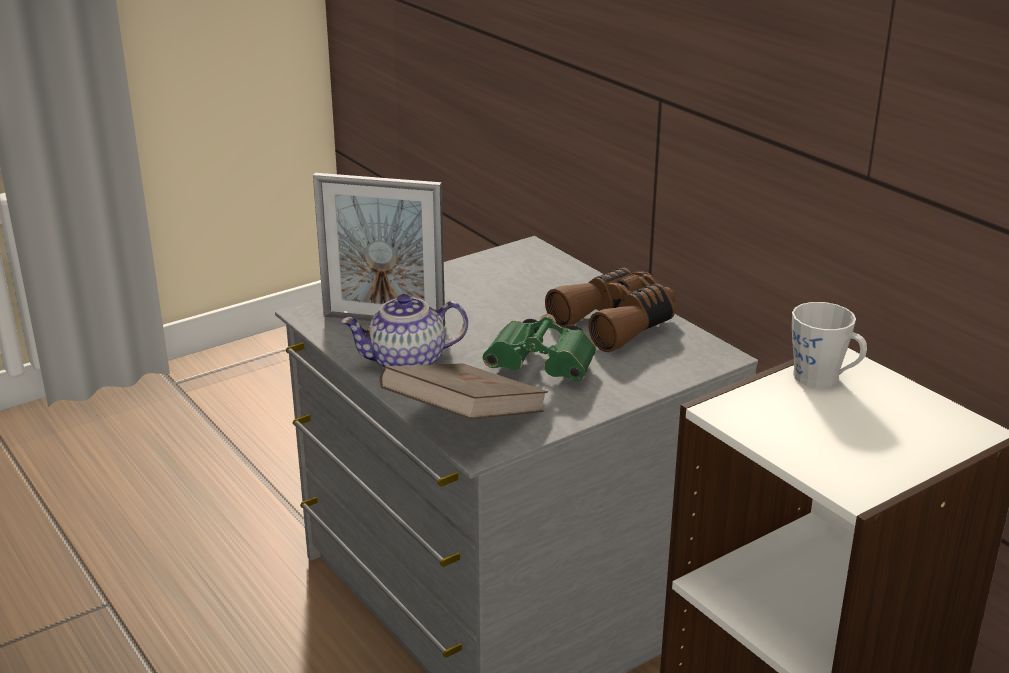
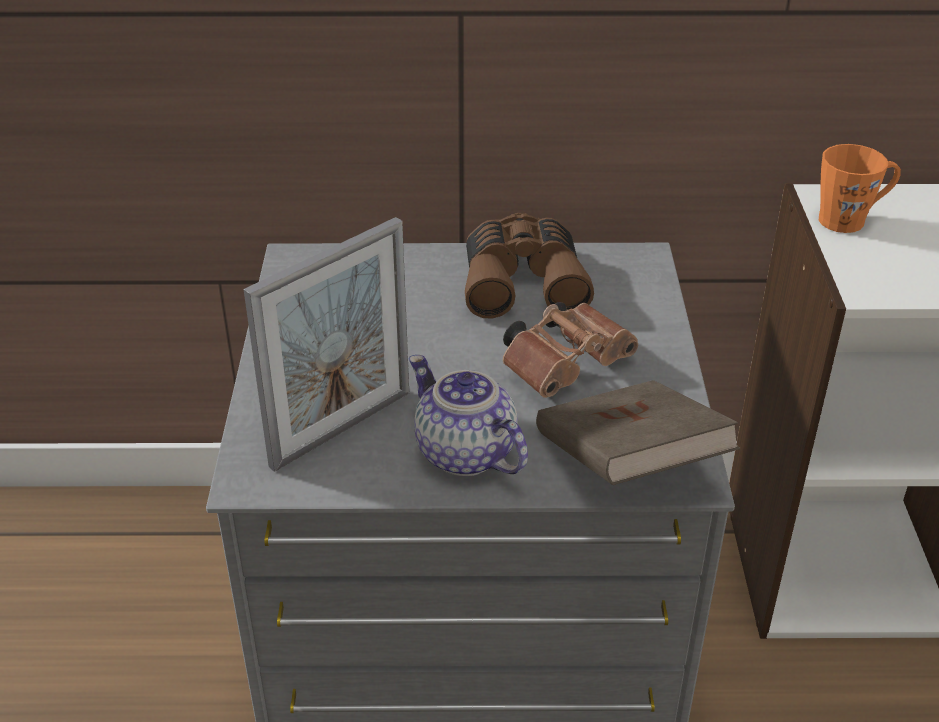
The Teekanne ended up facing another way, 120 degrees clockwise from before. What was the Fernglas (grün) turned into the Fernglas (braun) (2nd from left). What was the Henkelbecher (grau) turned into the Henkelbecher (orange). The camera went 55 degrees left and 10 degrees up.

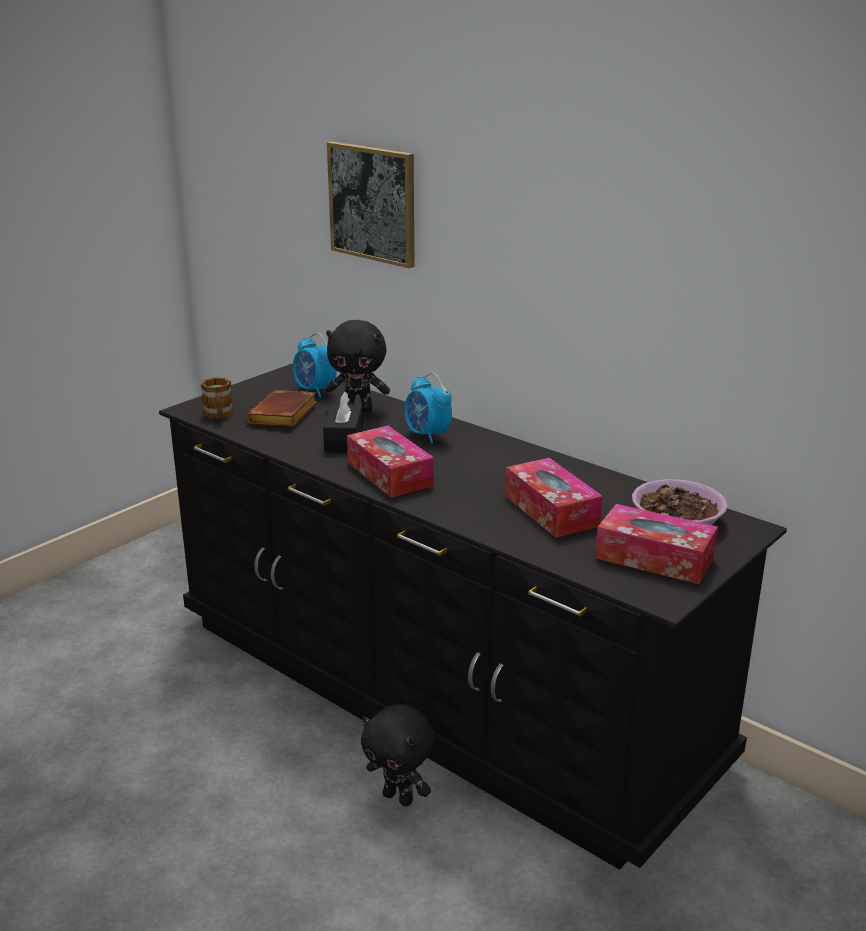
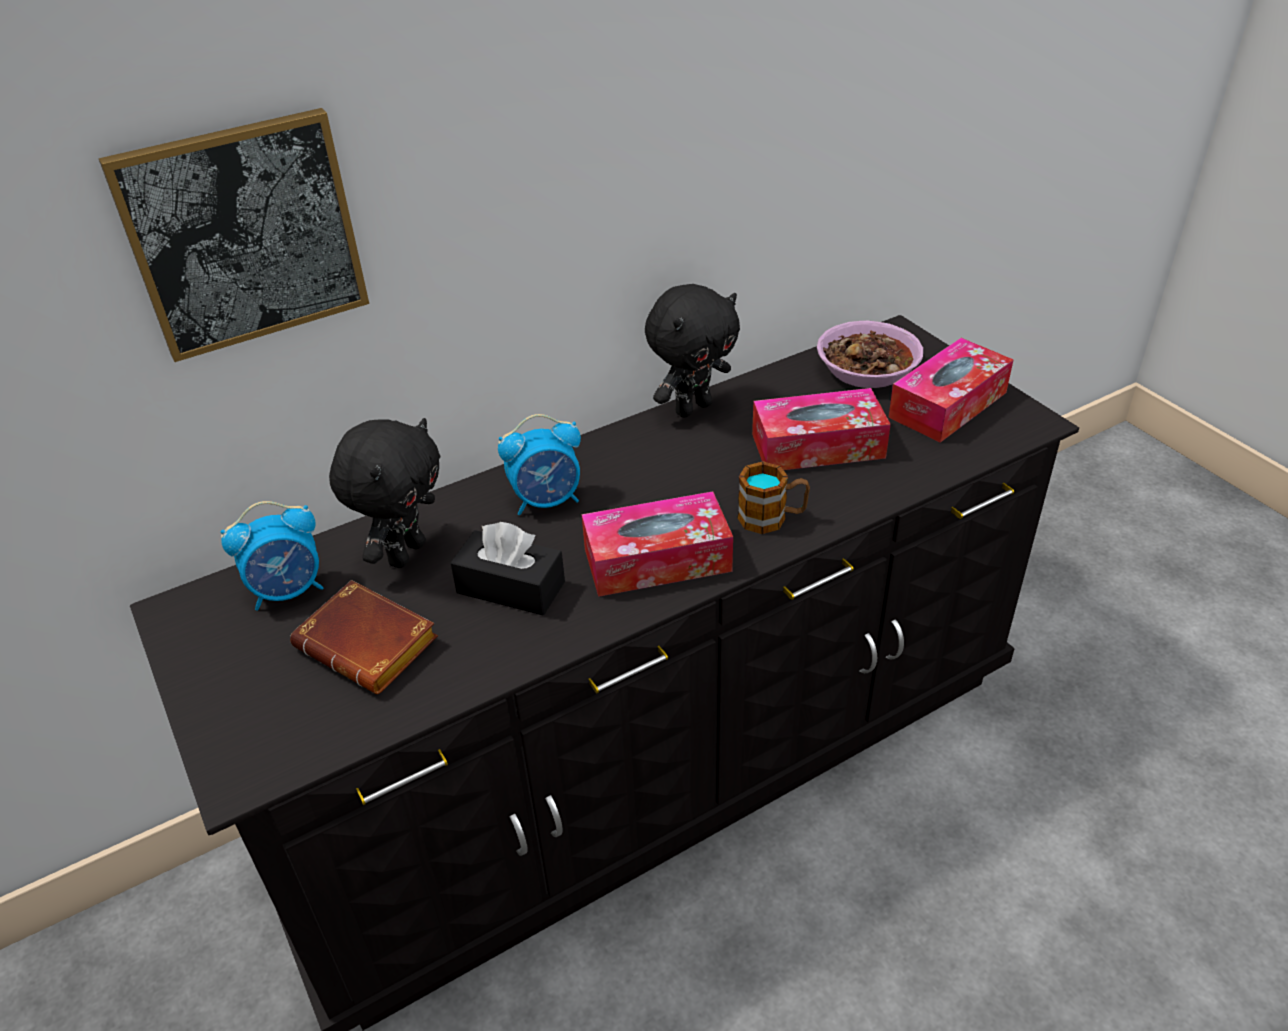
The Henkelbecher ended up elsewhere. The Plüschtier (schwarz) (2nd from left) ended up elsewhere. The camera went 70 degrees left and 15 degrees up.

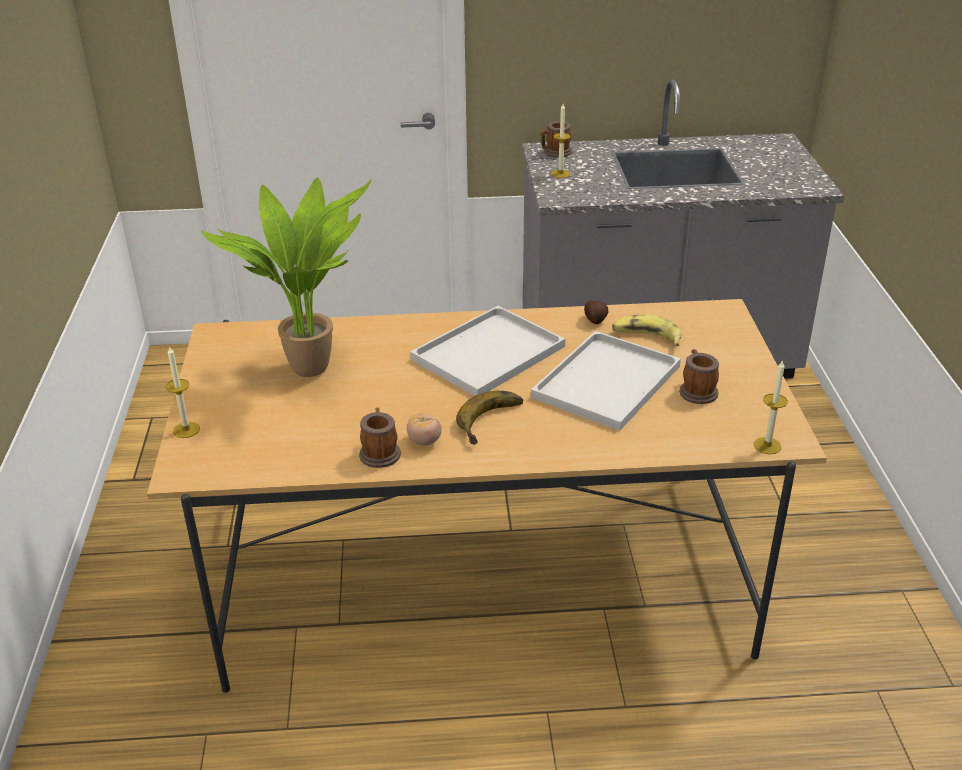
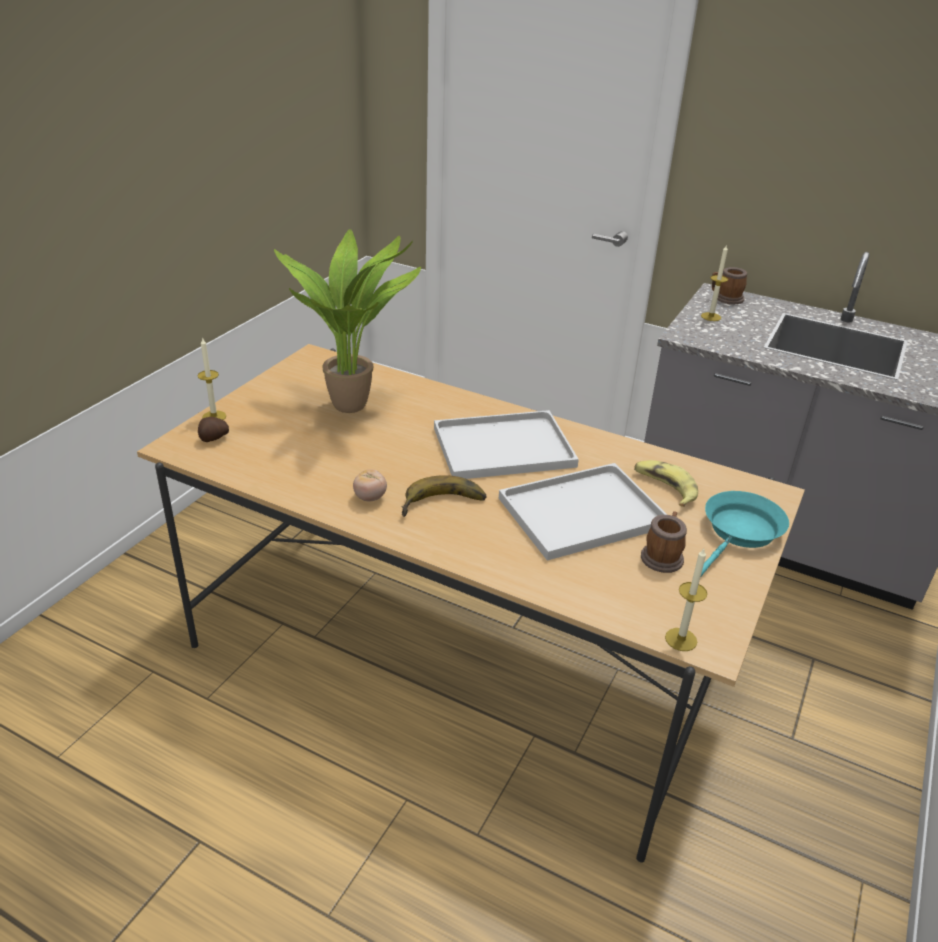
The second view lost the Henkelbecher (1st from left). The Kartoffel ended up elsewhere. The second view gained the Pfanne (türkis). The camera went 30 degrees right and 0 degrees up.

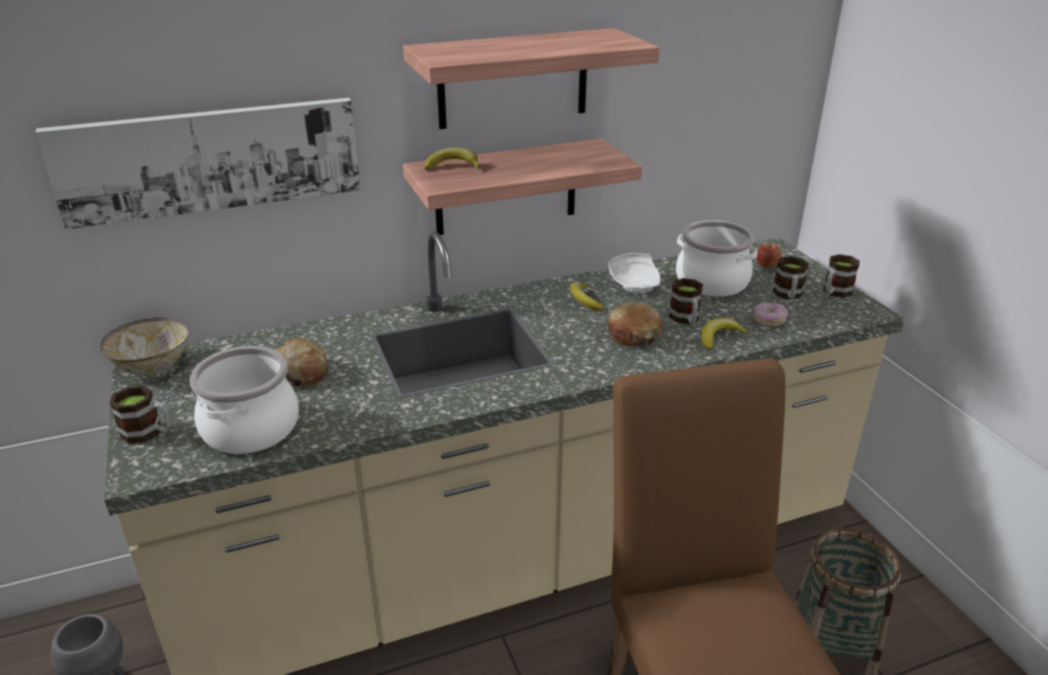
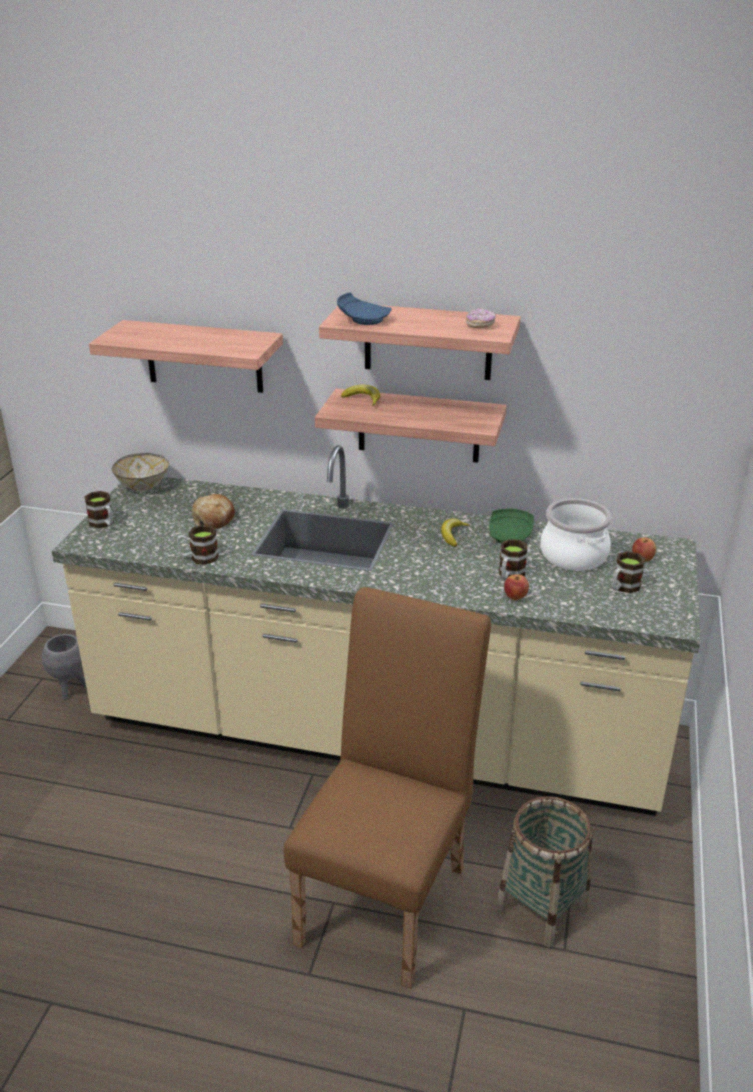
Where the Bild hung, the Wandregal (1st from left) came to hang. The second view lost the Kochtopf (1st from left). What was the Teller (weiß) turned into the Teller (grün). The second view lost the Brot (2nd from left). Where the Banane (3rd from left) stood, the Apfel (1st from left) came to stand. The Donut ended up elsewhere. The Henkelbecher (4th from left in the first image) ended up elsewhere. The second view gained the Teller (blau). The camera went 35 degrees right and 0 degrees up.

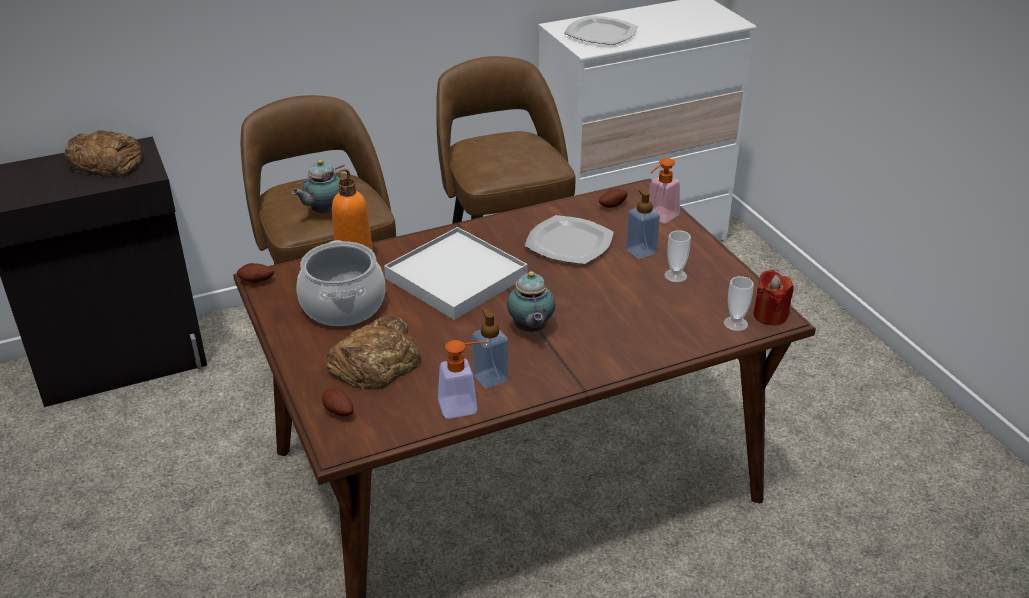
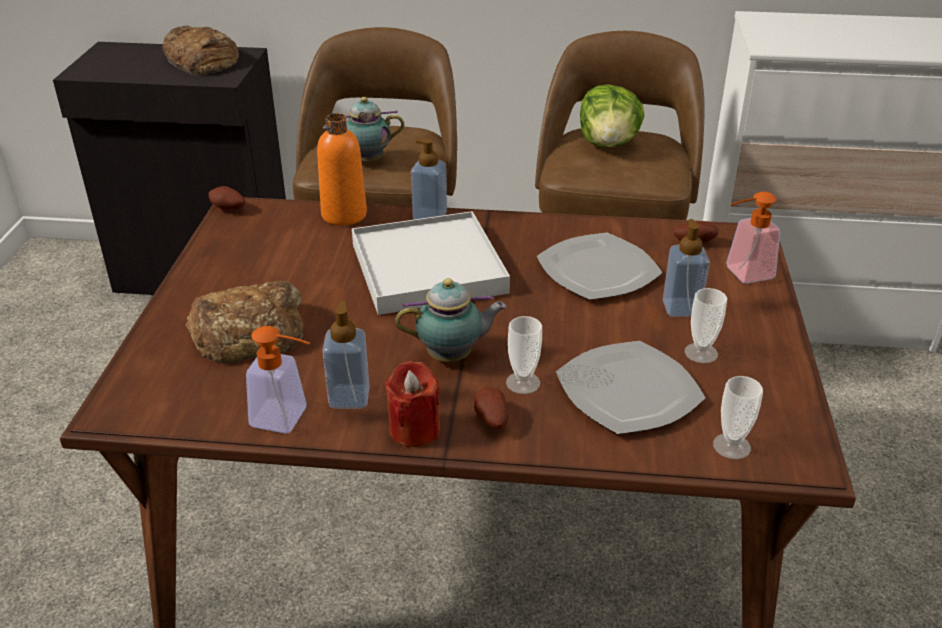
The second view lost the Kochtopf. The Kartoffel (2nd from left) ended up elsewhere. The Teekanne (2nd from left) ended up facing another way, 120 degrees counterclockwise from before. The Teller (2nd from left) ended up elsewhere. The Kerze (rot) ended up elsewhere. The second view gained the Seifenspender (3rd from left). The second view gained the Tasse (1st from left). The second view gained the Salatkopf. The camera went 30 degrees right and 0 degrees up.

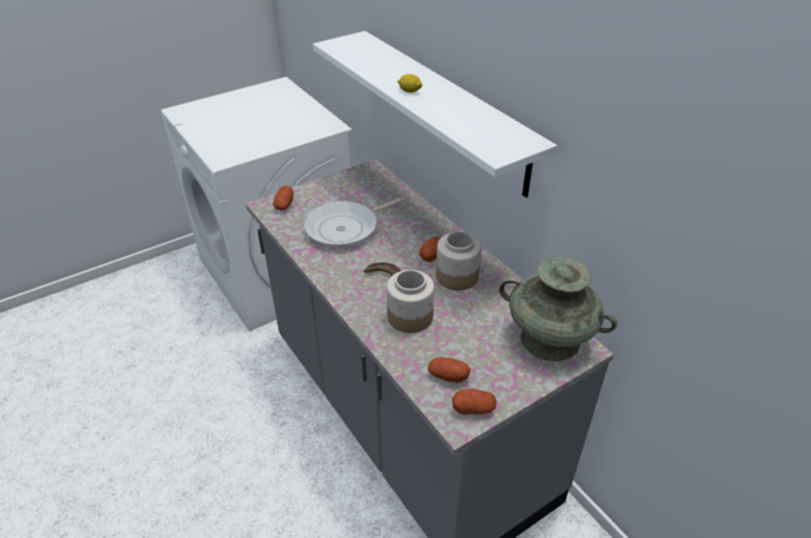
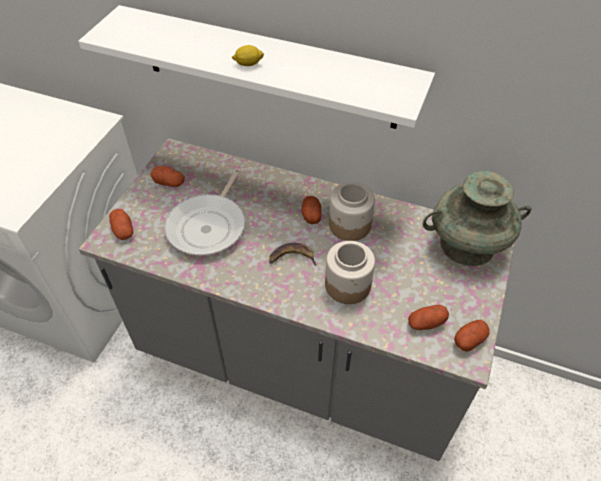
The second view gained the Kartoffel (2nd from left). The camera went 35 degrees left and 10 degrees up.

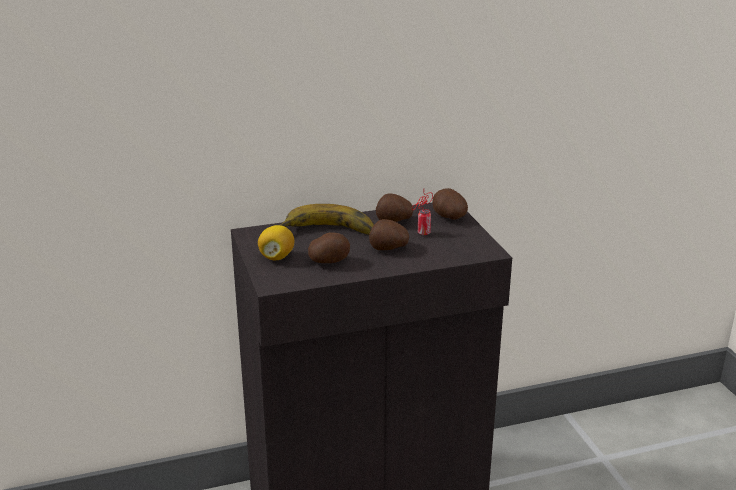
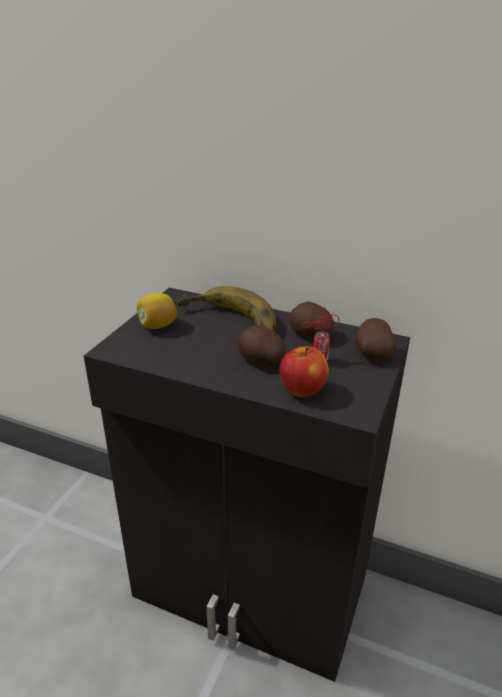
The second view lost the Kartoffel (1st from left). The second view gained the Apfel. The camera went 40 degrees right and 5 degrees up.

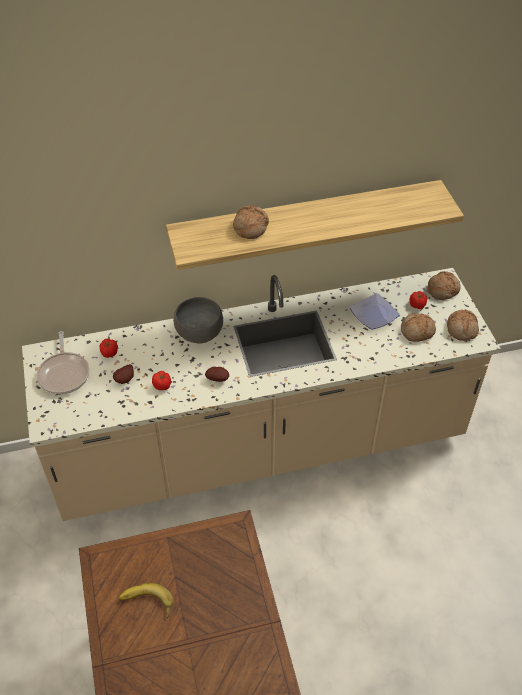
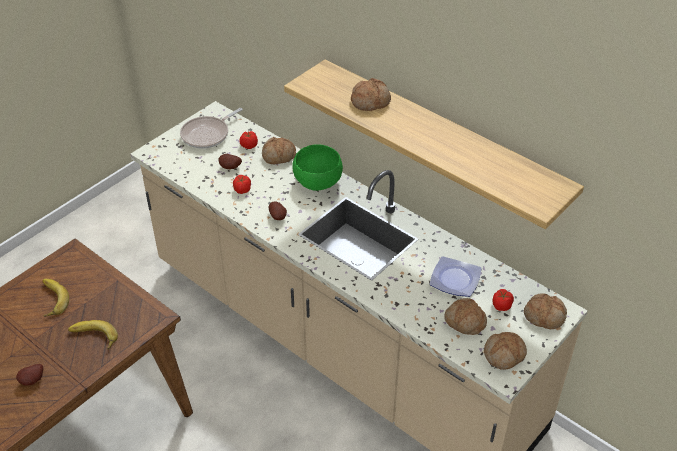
What was the Schüssel (grau) turned into the Schüssel (grün). The second view gained the Kartoffel (1st from left). The second view gained the Banane (2nd from left). The second view gained the Brot (1st from left). The camera went 55 degrees right and 5 degrees down.

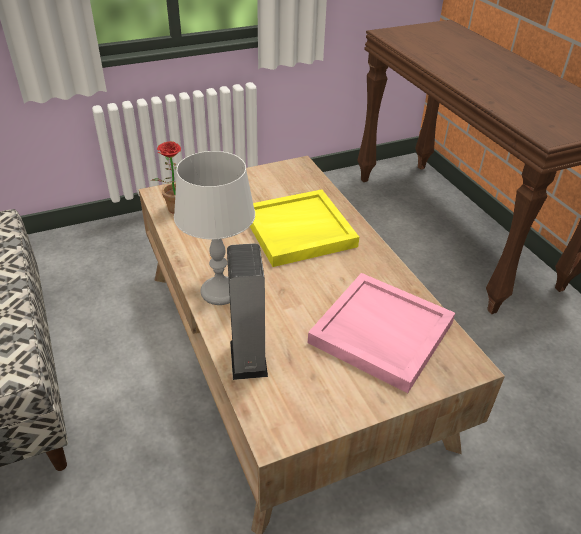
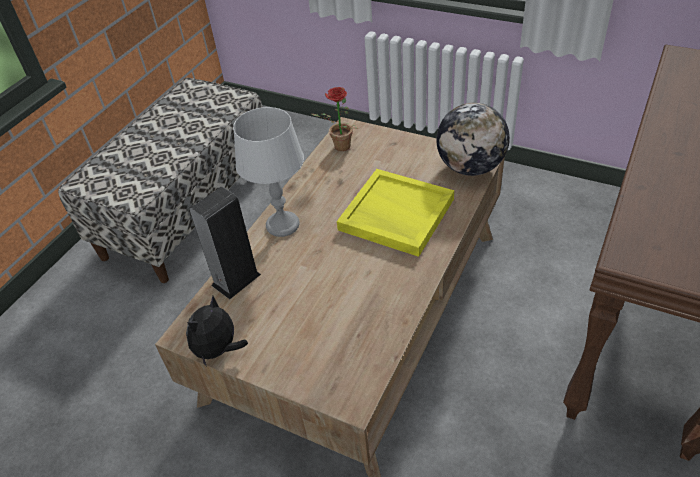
The second view lost the Tablett (rosa). The second view gained the Plüschtier. The second view gained the Globus. The camera went 55 degrees right and 5 degrees up.

